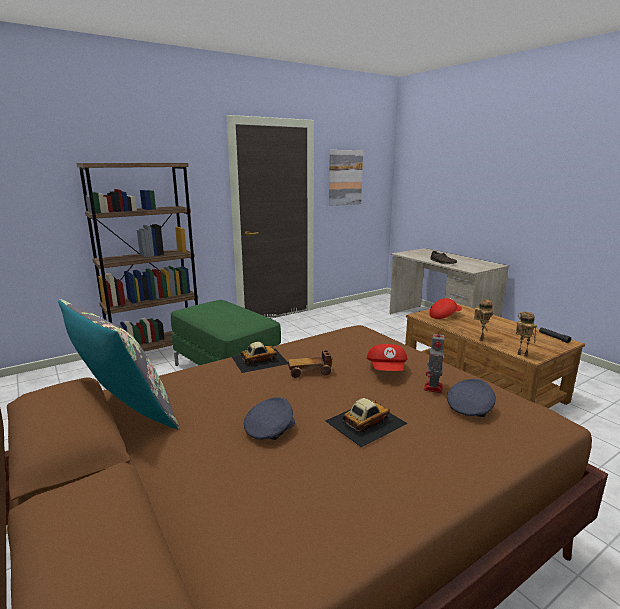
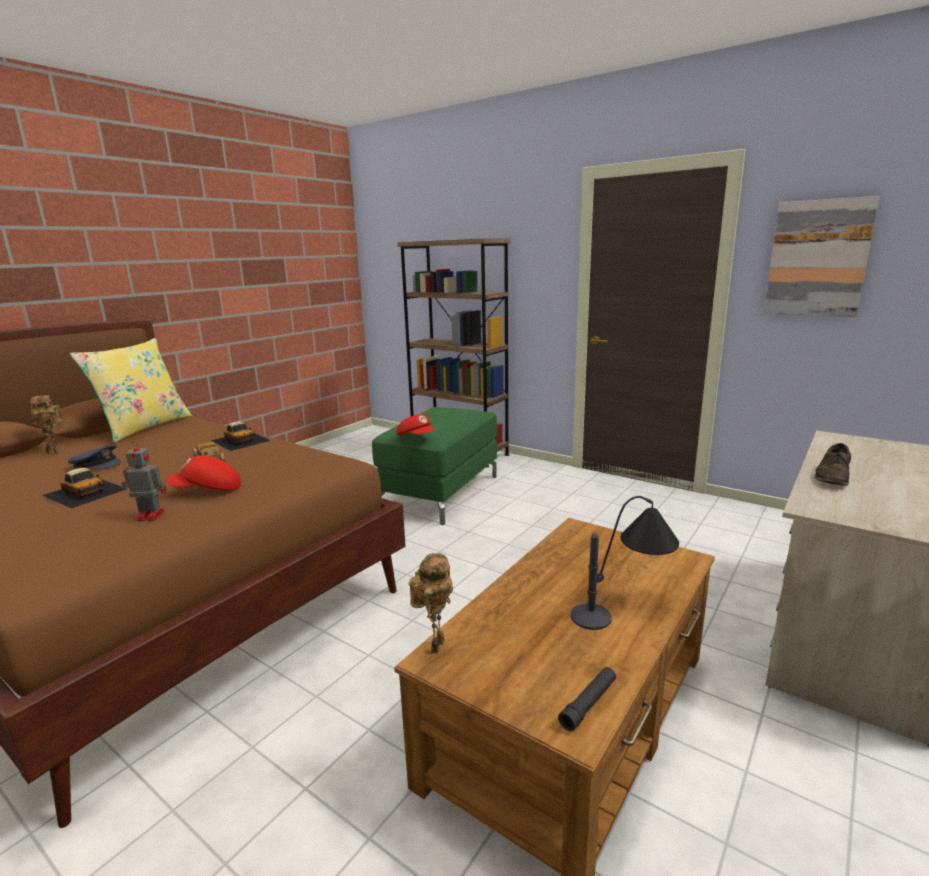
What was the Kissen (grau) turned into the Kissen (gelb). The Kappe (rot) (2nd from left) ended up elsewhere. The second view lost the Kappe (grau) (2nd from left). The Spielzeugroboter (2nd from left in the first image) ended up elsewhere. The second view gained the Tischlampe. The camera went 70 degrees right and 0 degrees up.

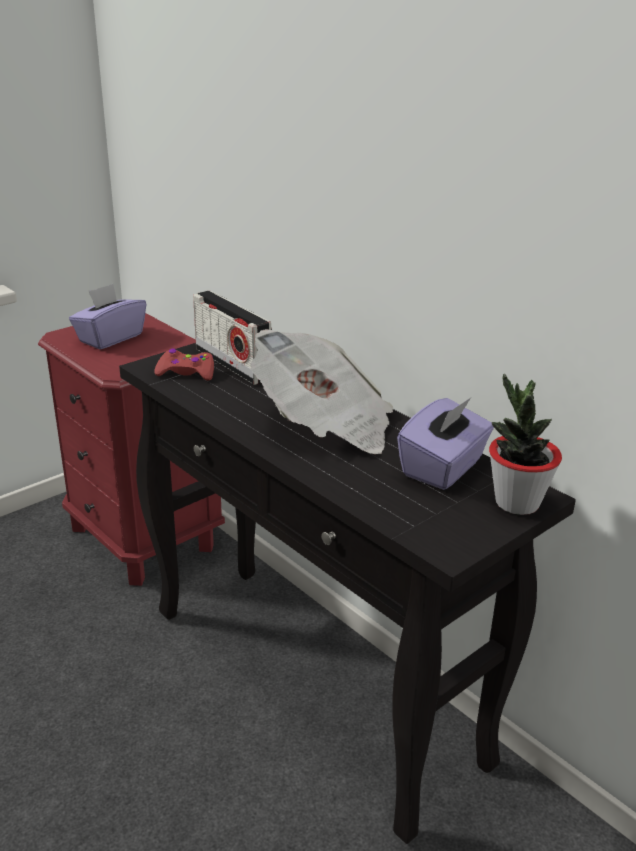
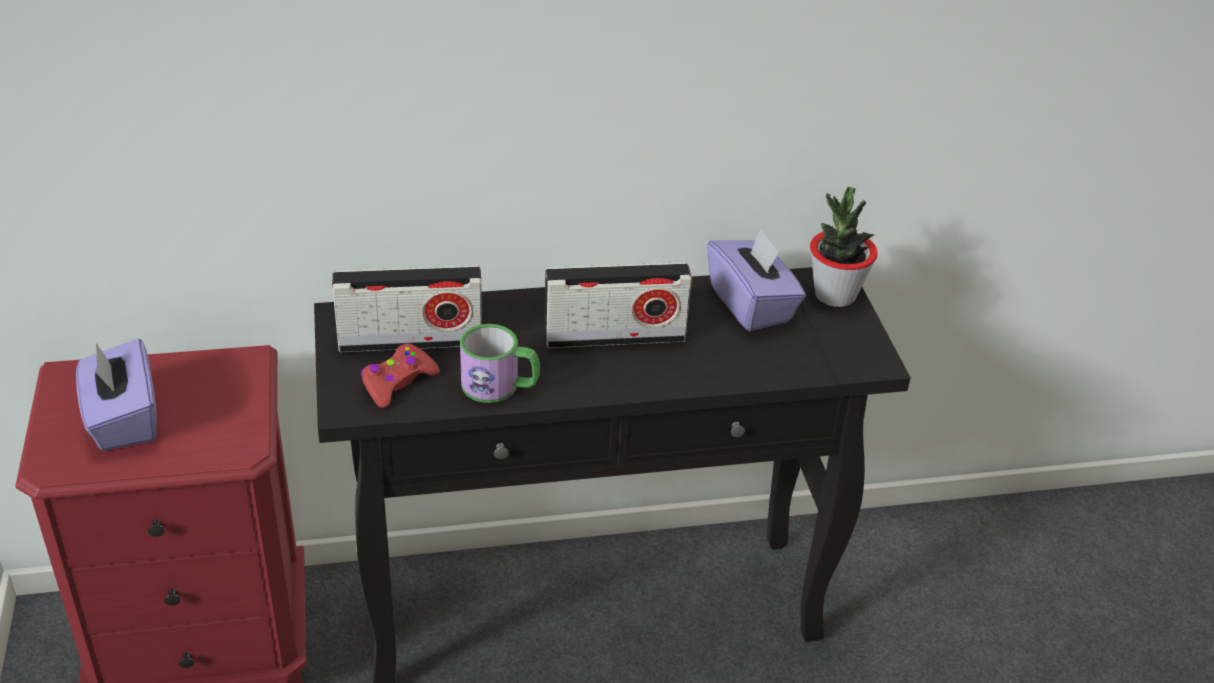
Where the Zeitung stood, the Radio (2nd from left) came to stand. The second view gained the Henkelbecher. The camera went 60 degrees left and 10 degrees up.

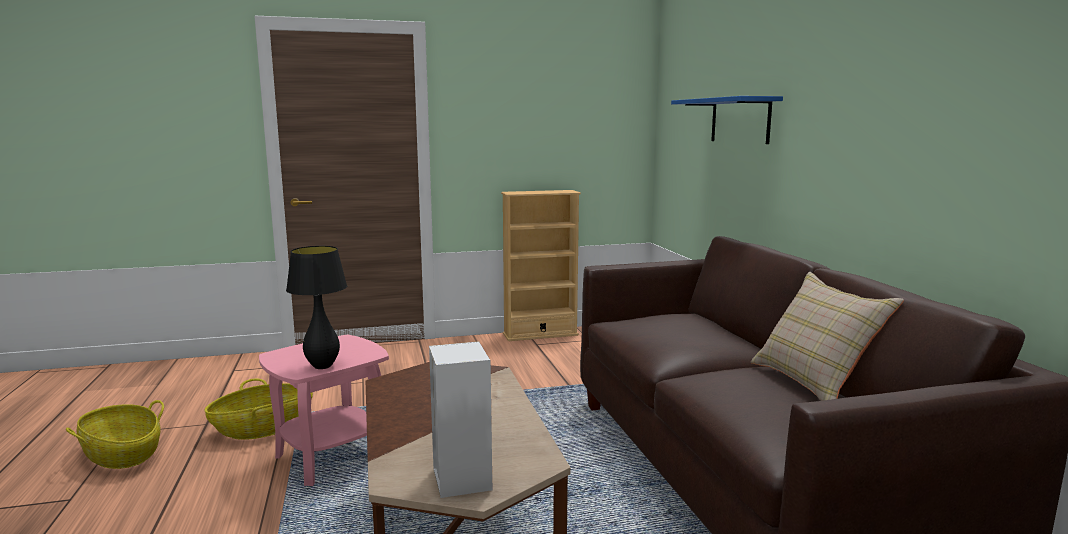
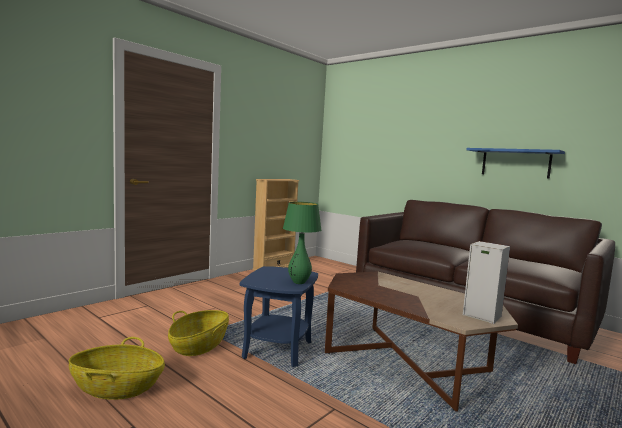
What was the Beistelltisch (rosa) turned into the Beistelltisch (blau). What was the Tischlampe (schwarz) turned into the Tischlampe (grün). The Wandregal (blau) ended up elsewhere. The second view lost the Kissen (beige). The camera went 35 degrees left and 5 degrees down.

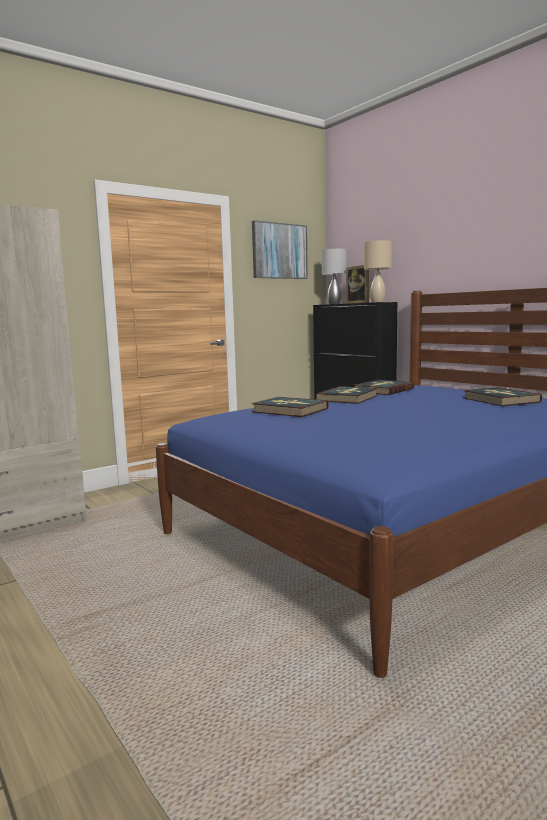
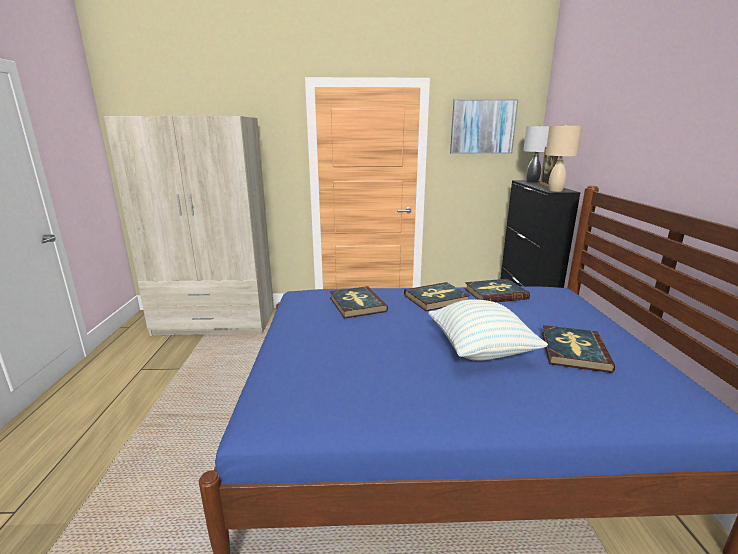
The second view gained the Kissen. The camera went 35 degrees right and 10 degrees up.

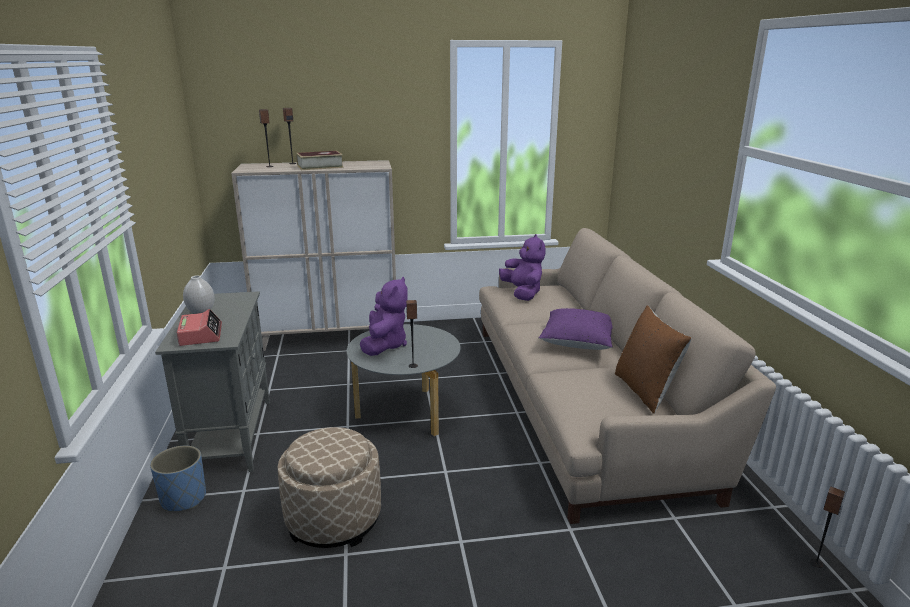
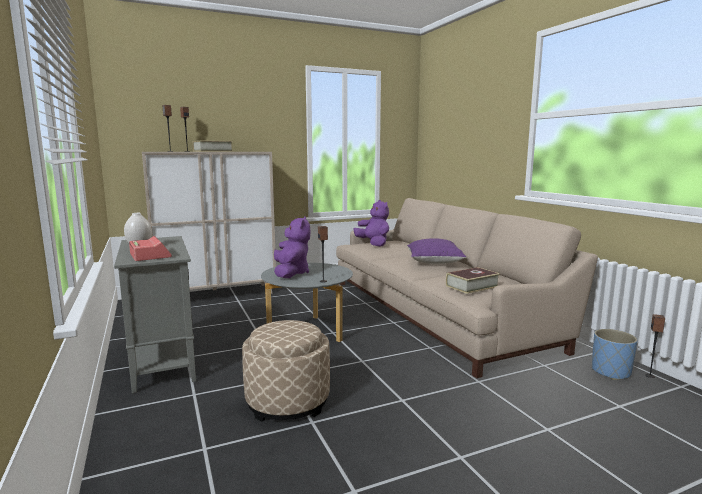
The Pflanzkübel (blau) ended up elsewhere. The second view lost the Kissen (braun). The second view gained the Buch (2nd from left). The camera went 15 degrees left and 10 degrees down.

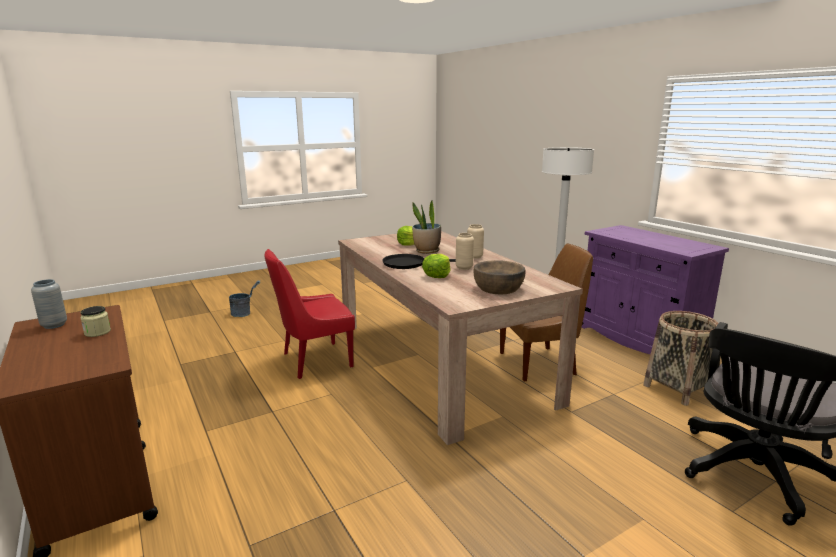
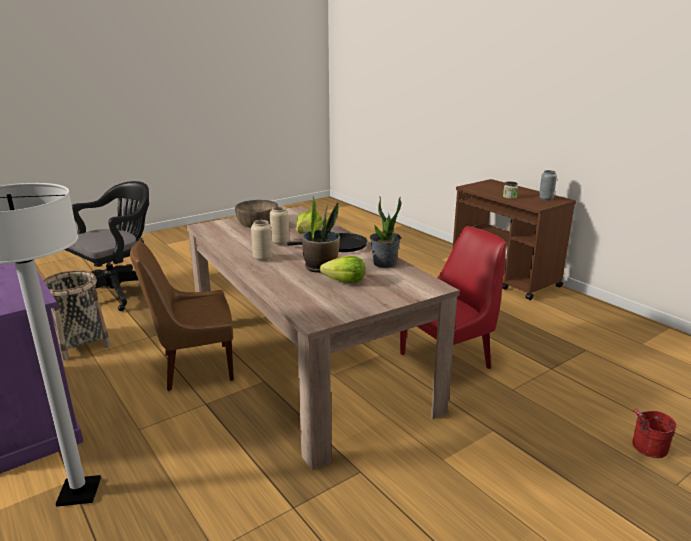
What was the Eimer (grau) turned into the Eimer (rot). The second view gained the Topfpflanze (2nd from left). The camera went 175 degrees right and 5 degrees up.

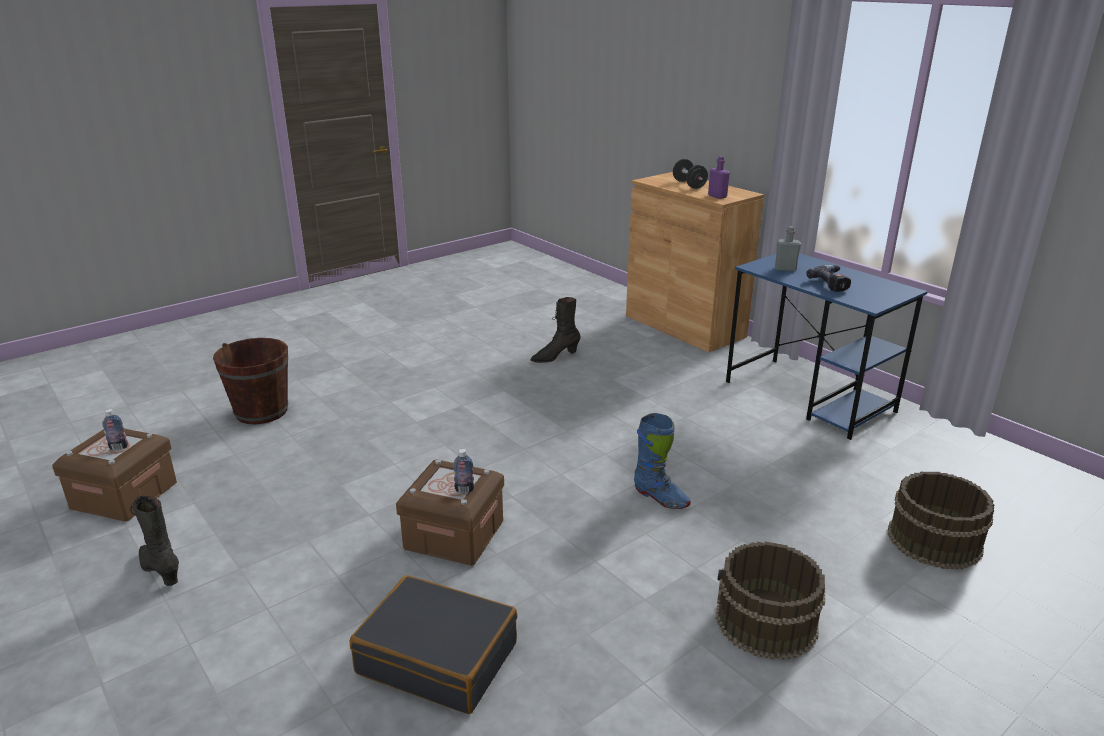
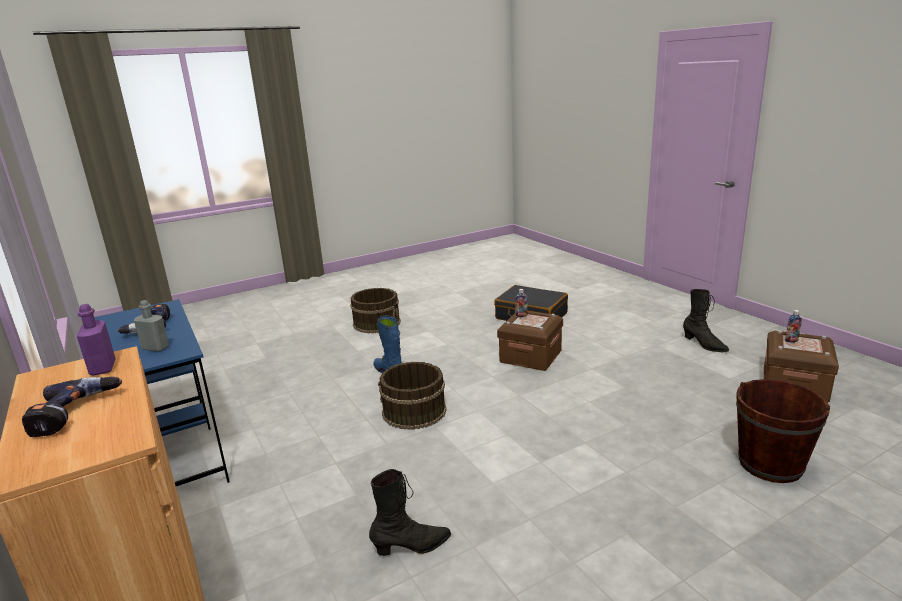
Where the Hantel (schwarz) stood, the Bohrmaschine (1st from left) came to stand. The Eimer (braun) (3rd from left in the first image) ended up elsewhere. The camera went 170 degrees left and 5 degrees down.

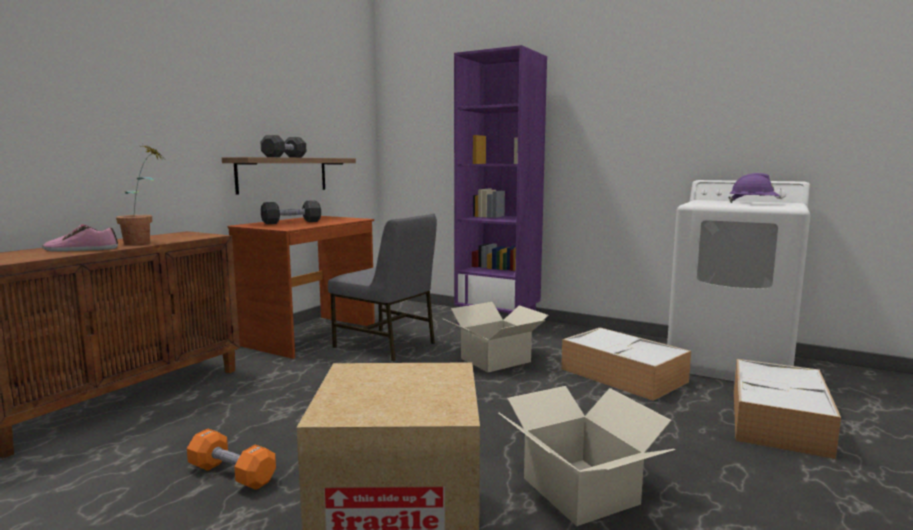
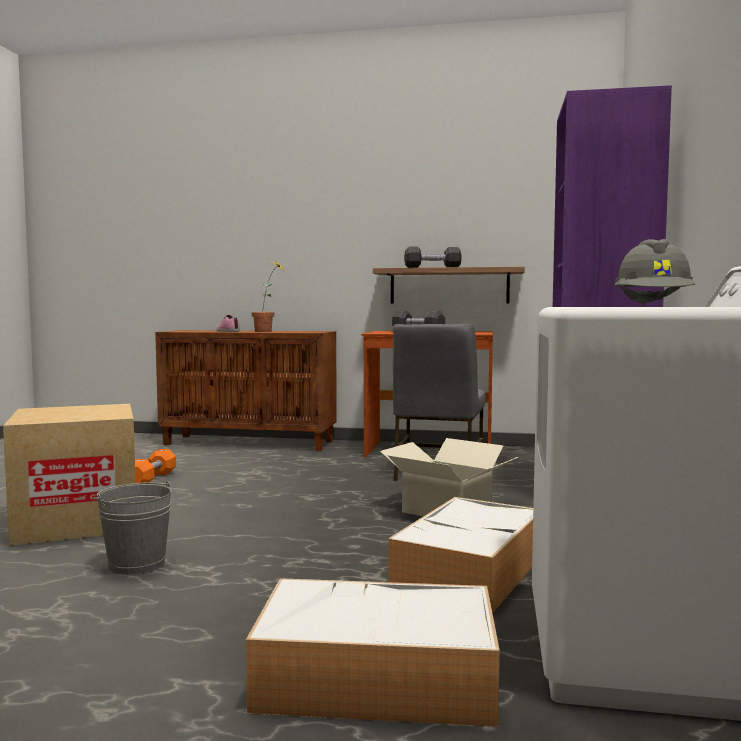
Where the Karton (3rd from left) stood, the Eimer (grau) came to stand. What was the Schutzhelm (lila) turned into the Schutzhelm (grau). The camera went 70 degrees right and 5 degrees down.

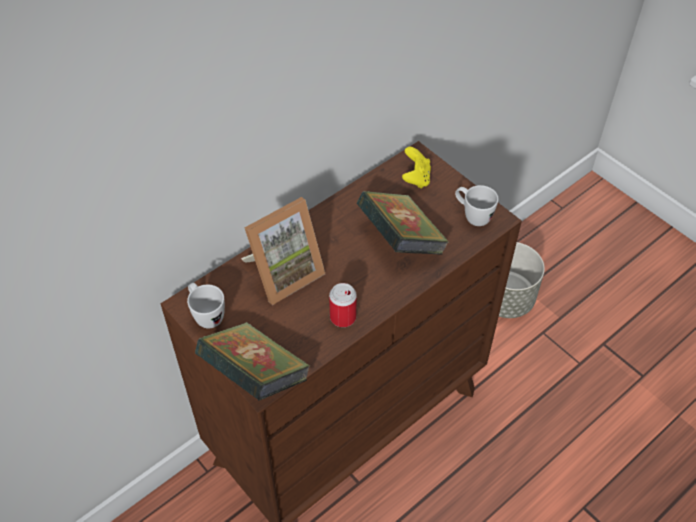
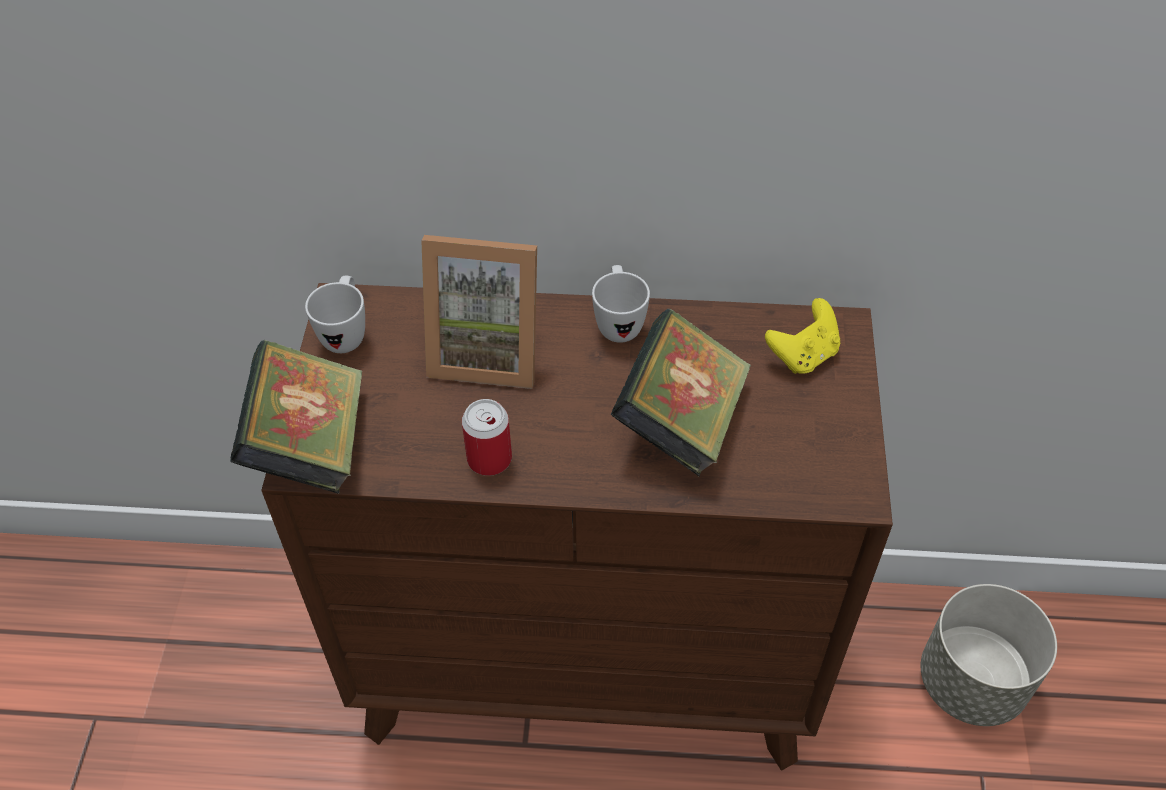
The Henkelbecher (weiß) (2nd from left) ended up elsewhere. The camera went 45 degrees right and 0 degrees up.

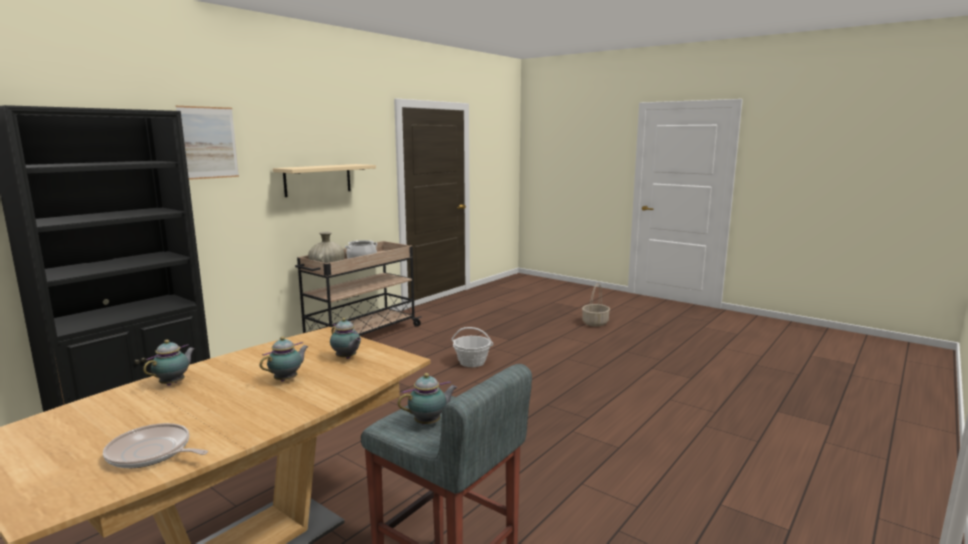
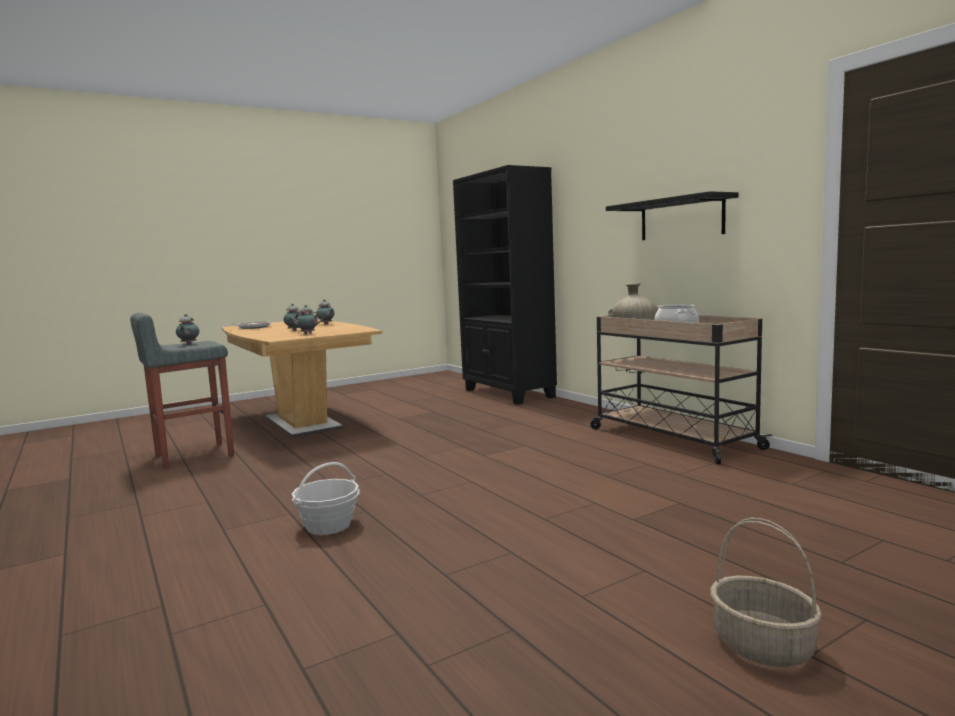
The second view lost the Bild. What was the Wandregal (beige) turned into the Wandregal (schwarz). The Korb (1st from left) ended up elsewhere. The camera went 110 degrees right and 5 degrees down.

